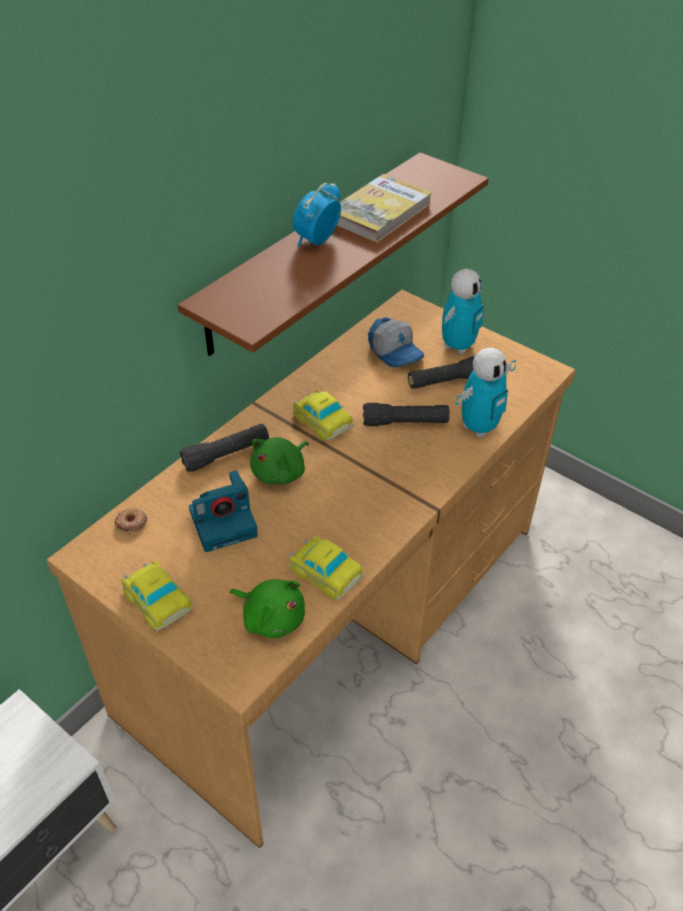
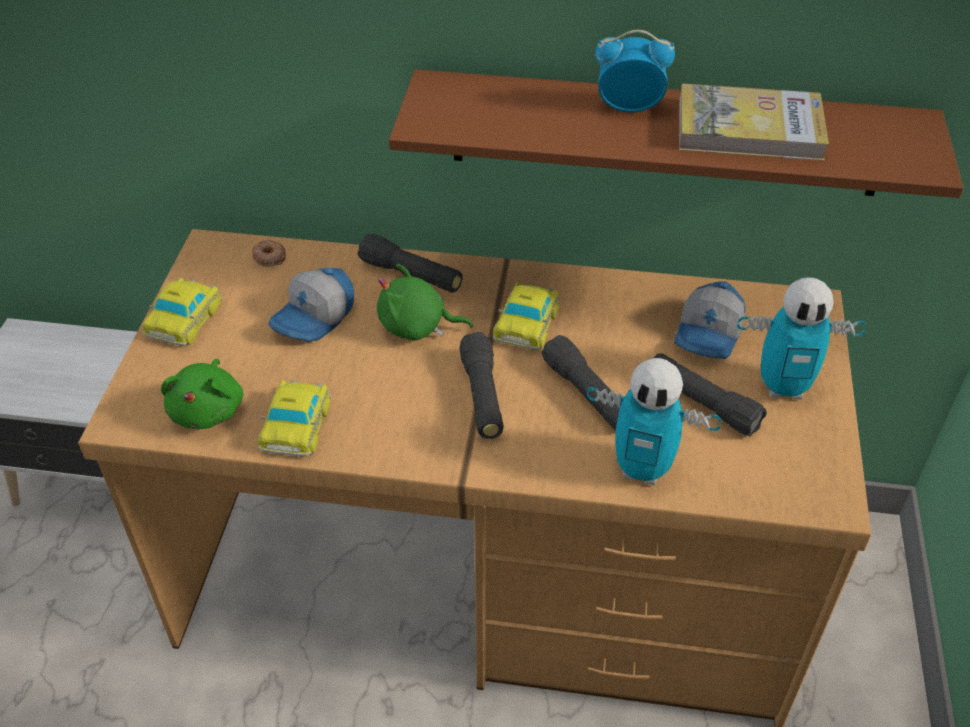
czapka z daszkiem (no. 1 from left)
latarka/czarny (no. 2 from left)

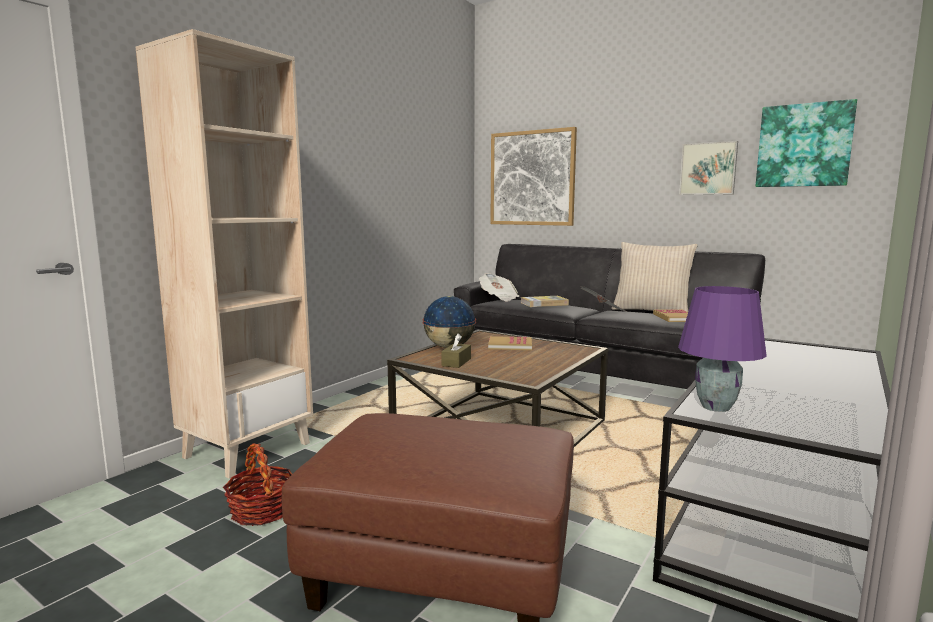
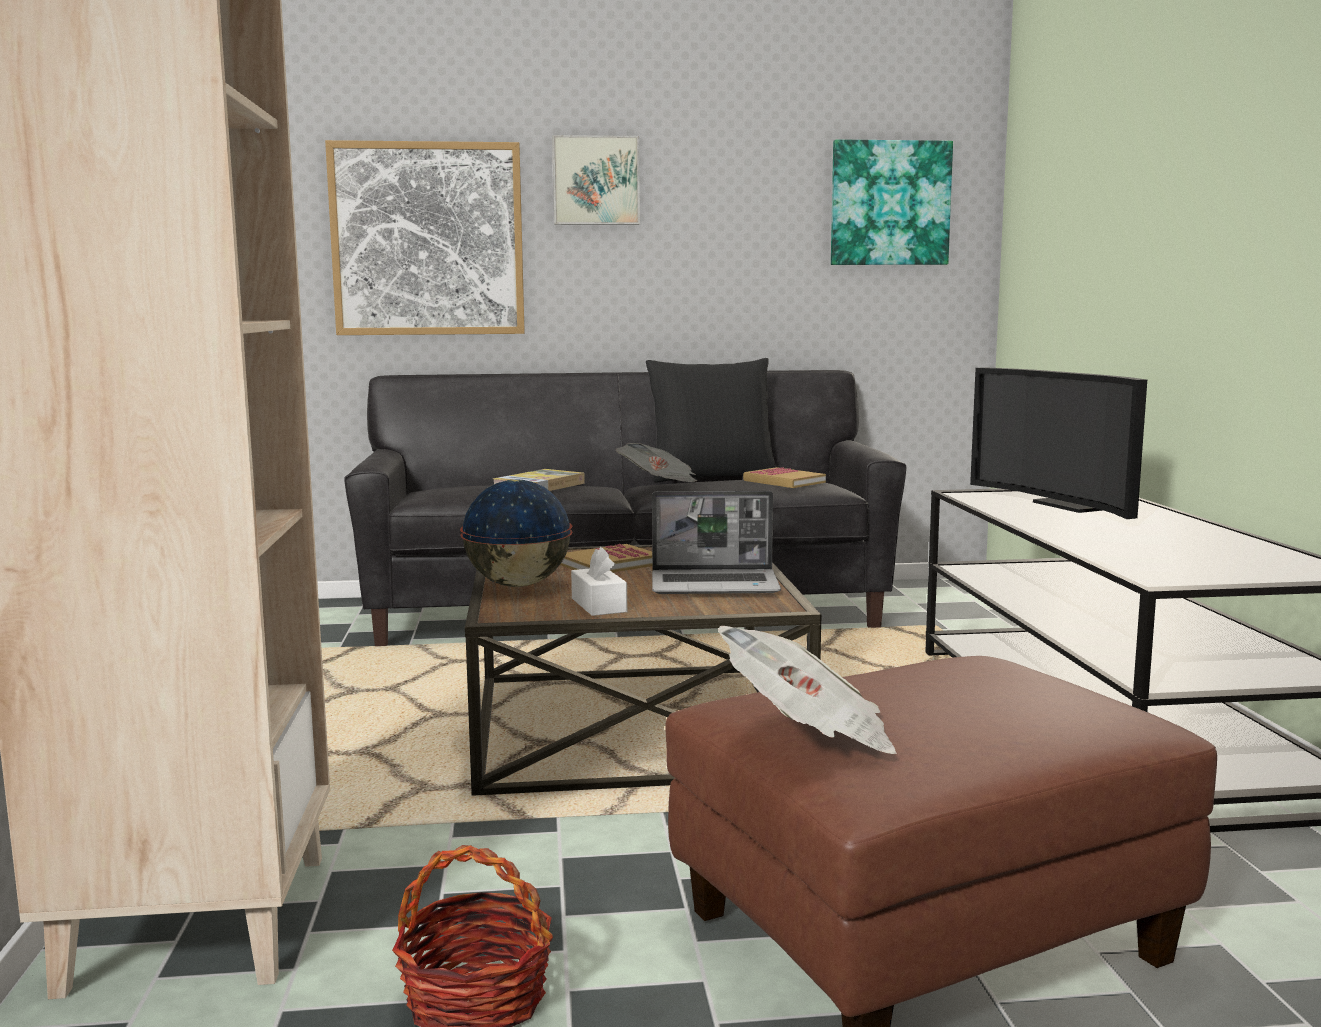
obraz (no. 2 from left)
pudełko chusteczek/biały
poduszka/czarny
laptop
gazeta (no. 2 from left)
telewizor
lampa stołowa/fioletowy

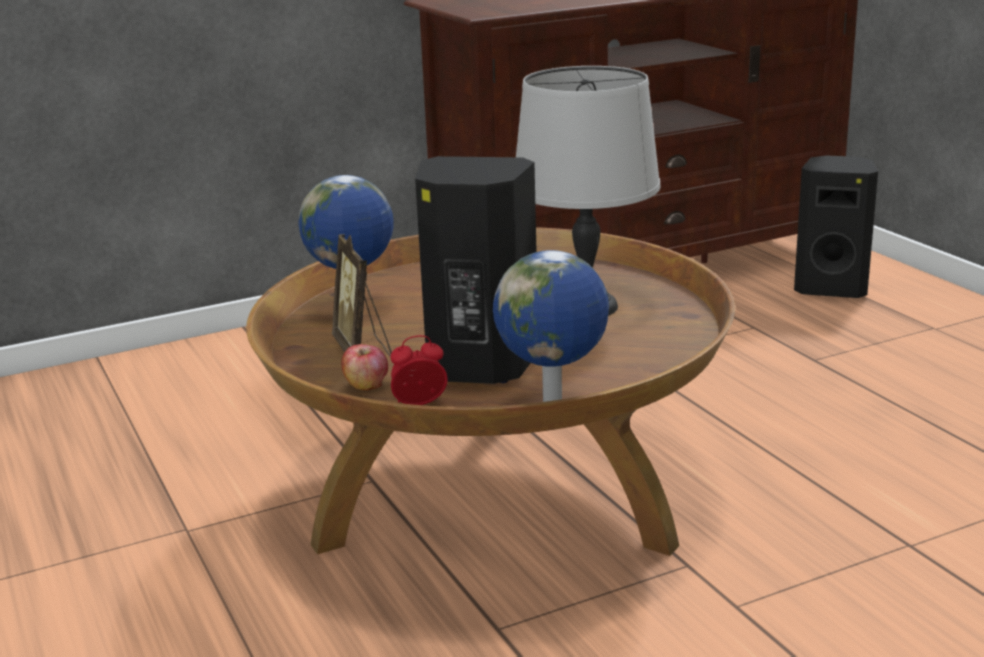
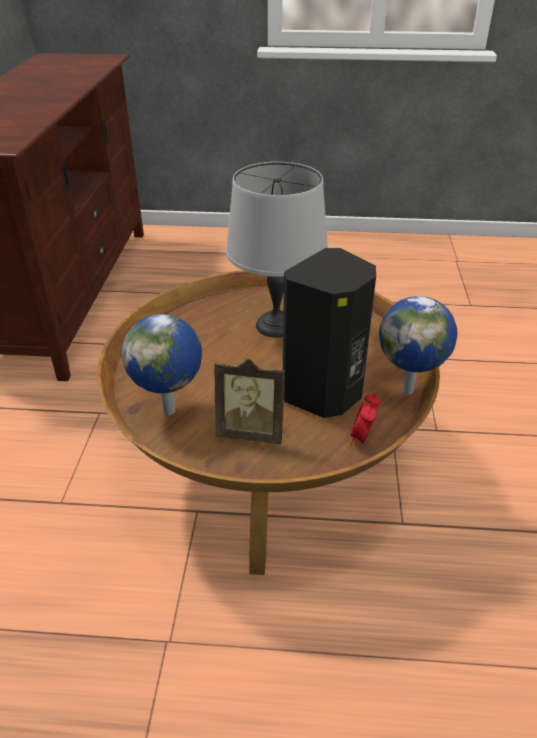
jabłko
głośnik/czarny (no. 2 from left in the first image)

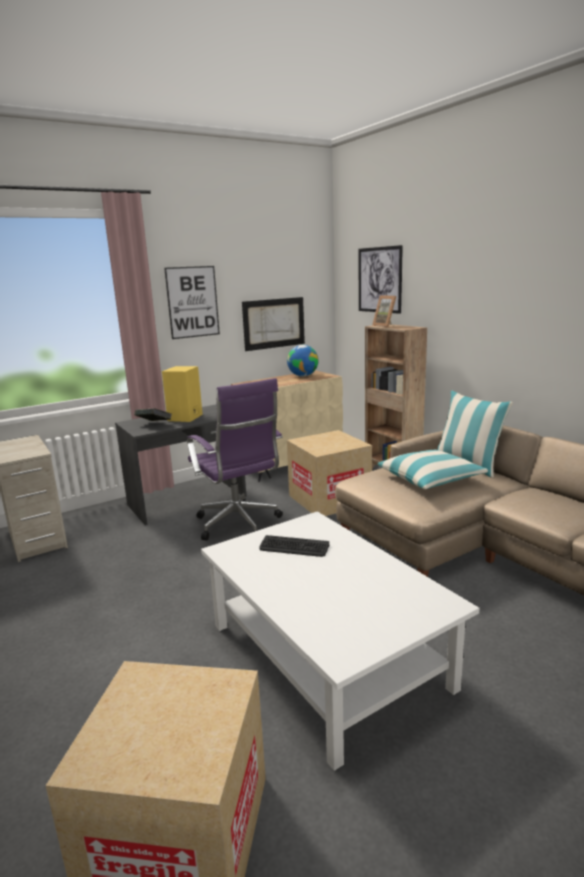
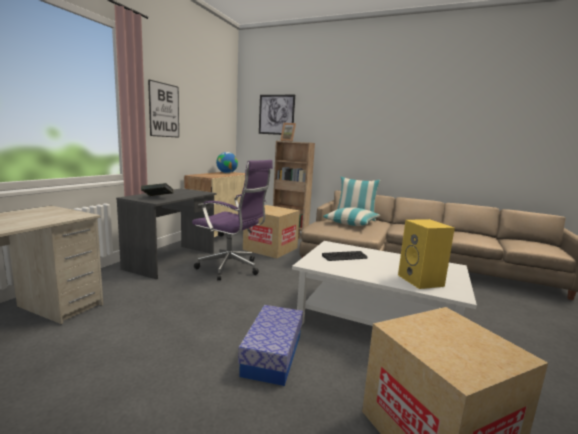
pojemnik do przechowywania
głośnik/żółty
obraz (no. 2 from left in the first image)

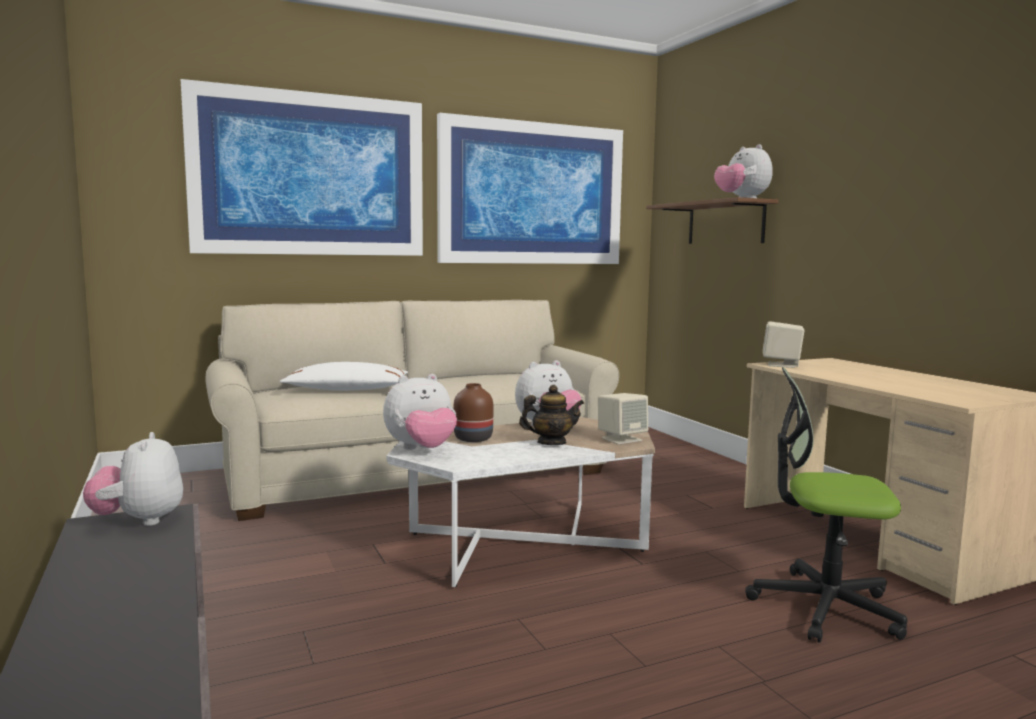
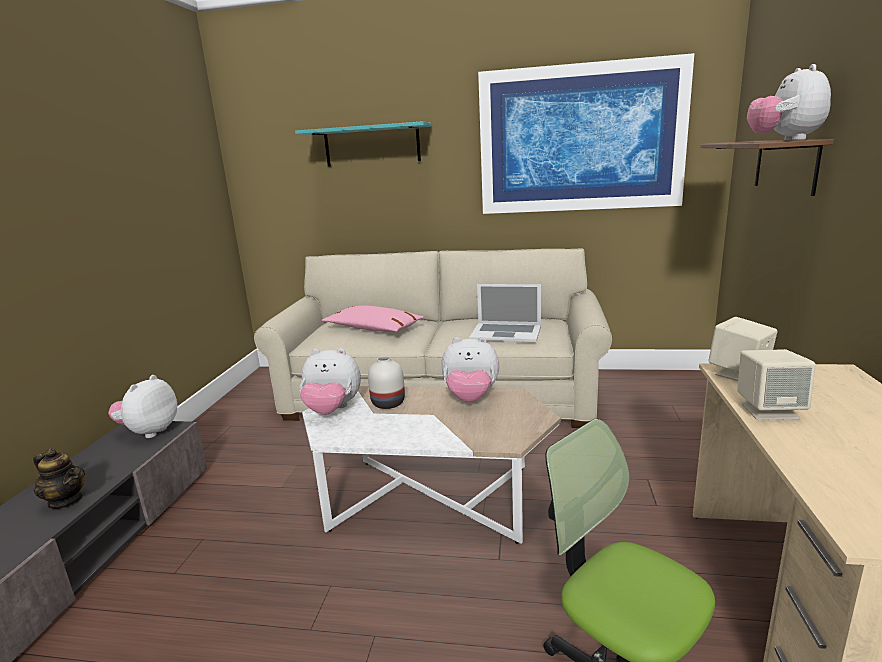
imbryk
półka/turkusowy
poduszka/różowy
wazon/biały
laptop
głośnik/beżowy (no. 2 from left)

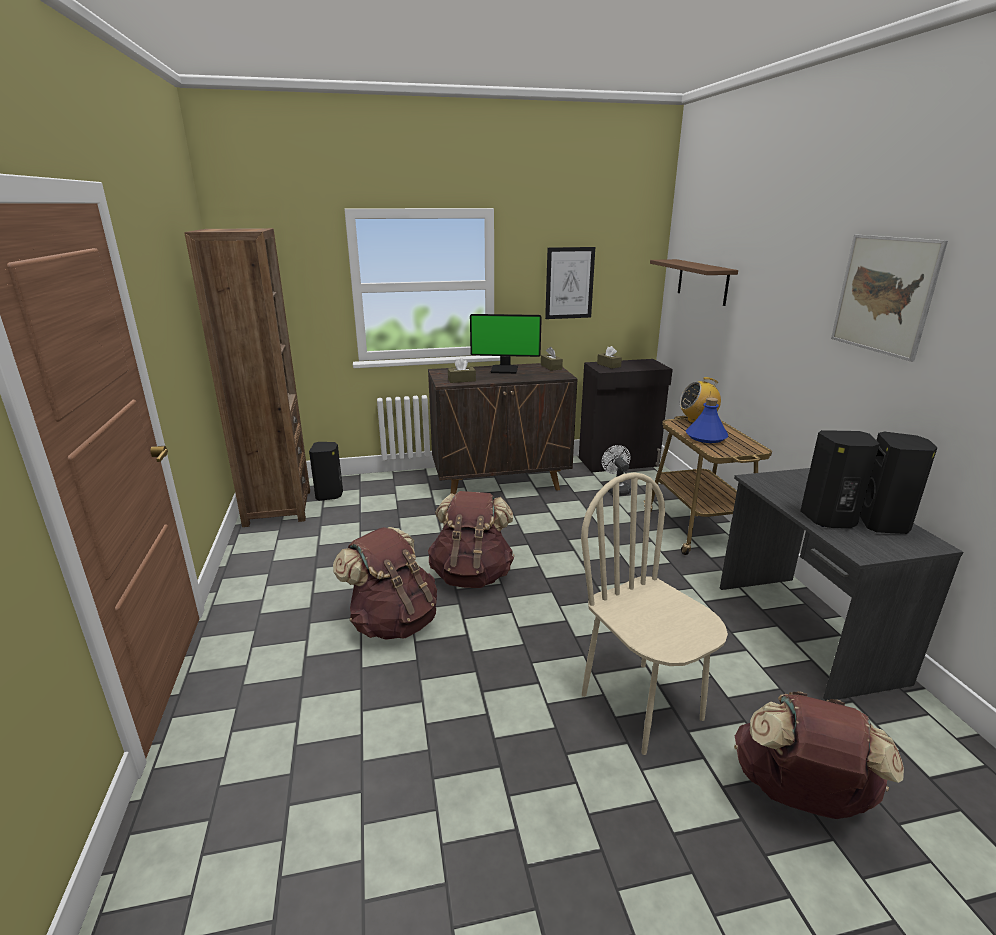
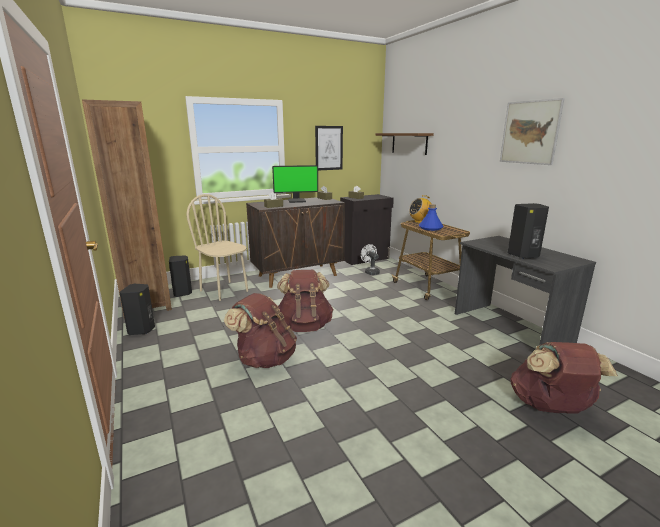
głośnik/czarny (no. 1 from left)
krzesło/beżowy

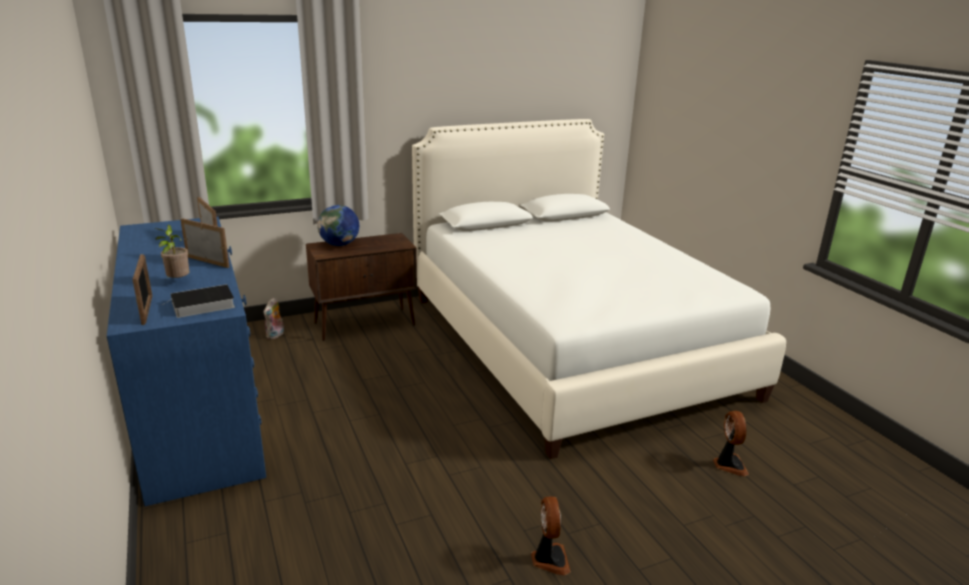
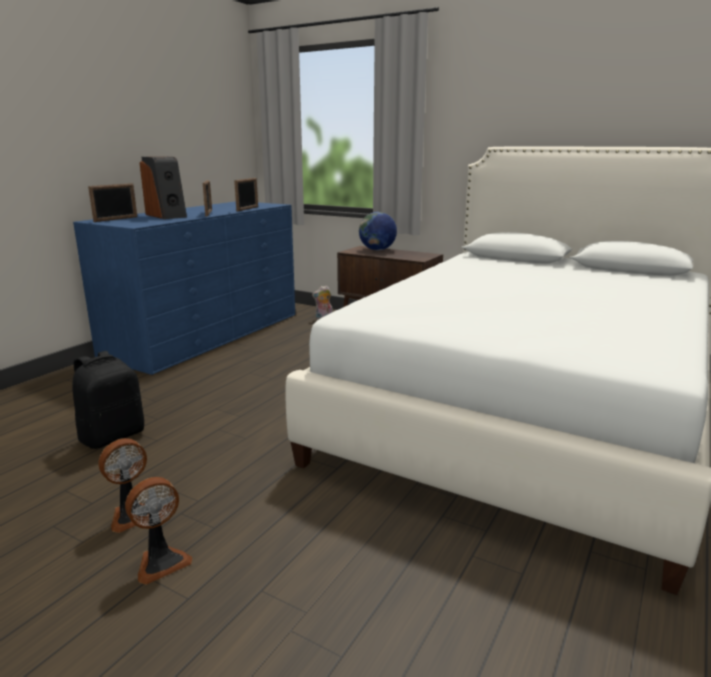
plecak/czarny
wentylator (no. 2 from left)
głośnik
książka

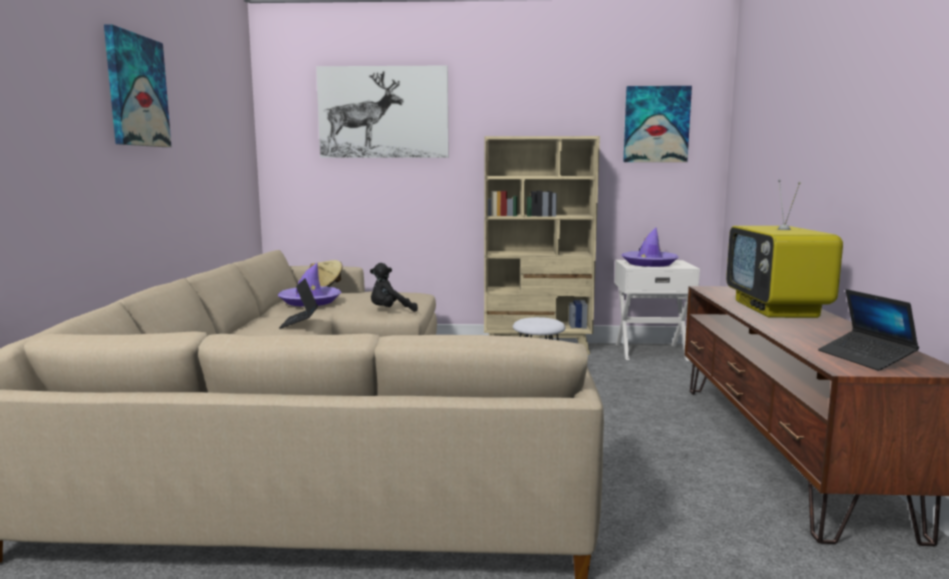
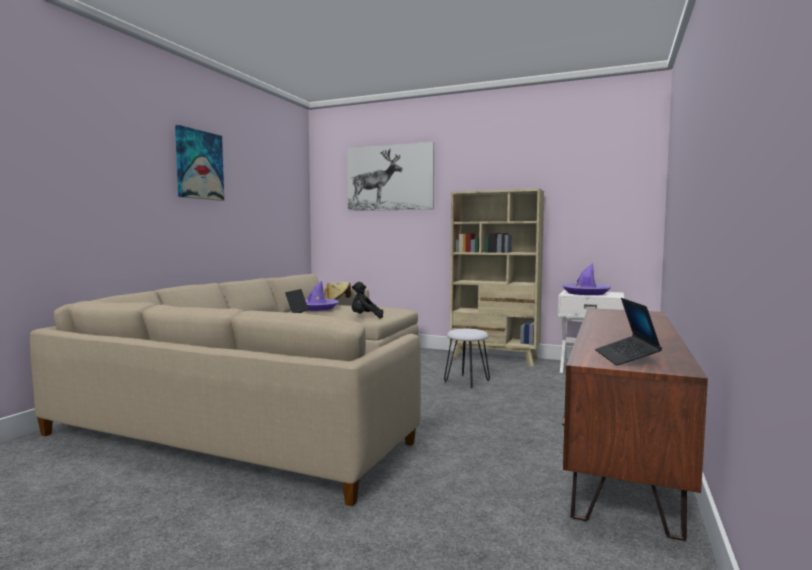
obraz (no. 3 from left in the first image)
telewizor

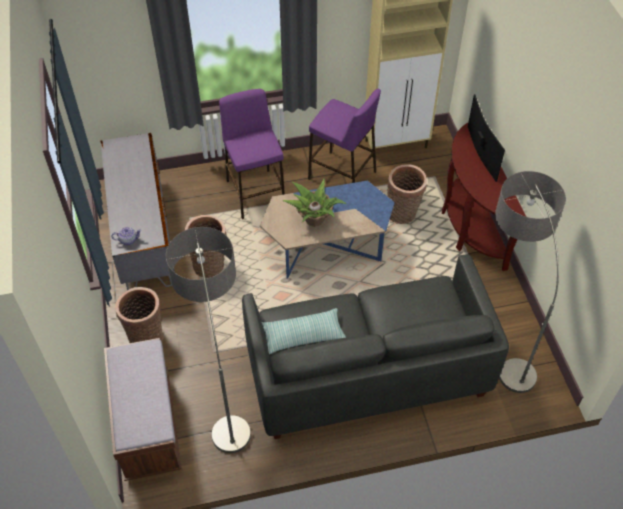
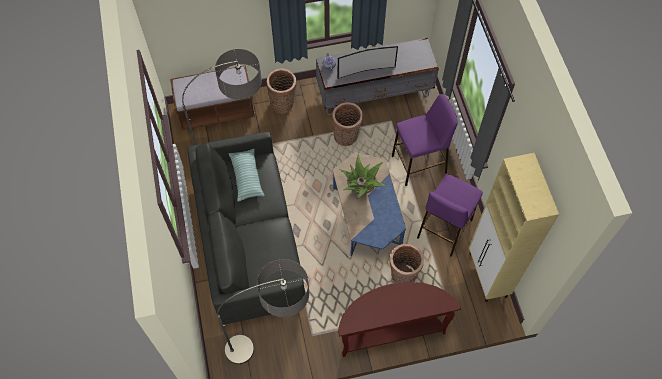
telewizor

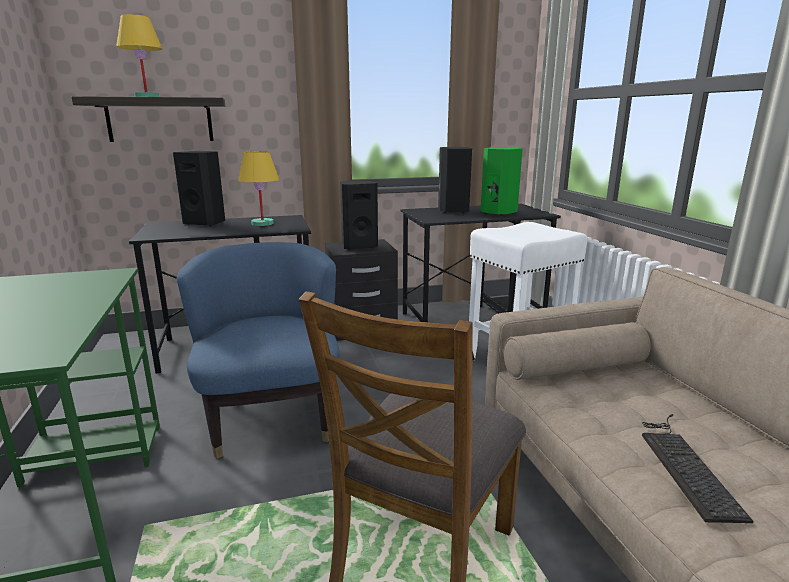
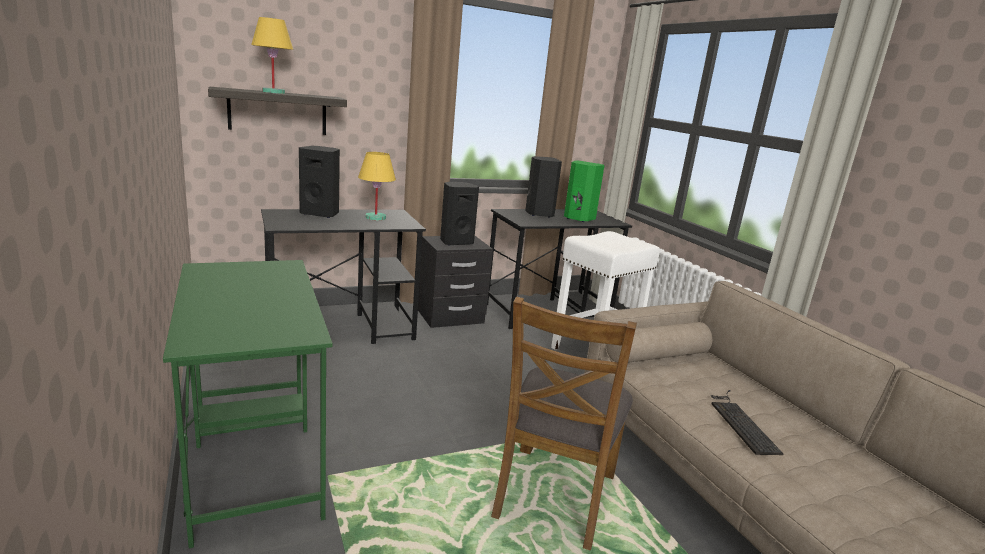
fotel/niebieski

